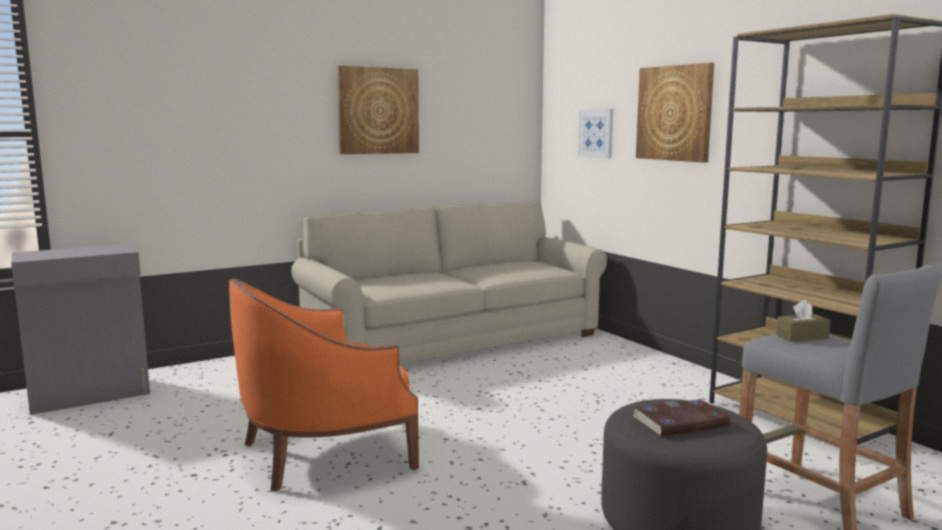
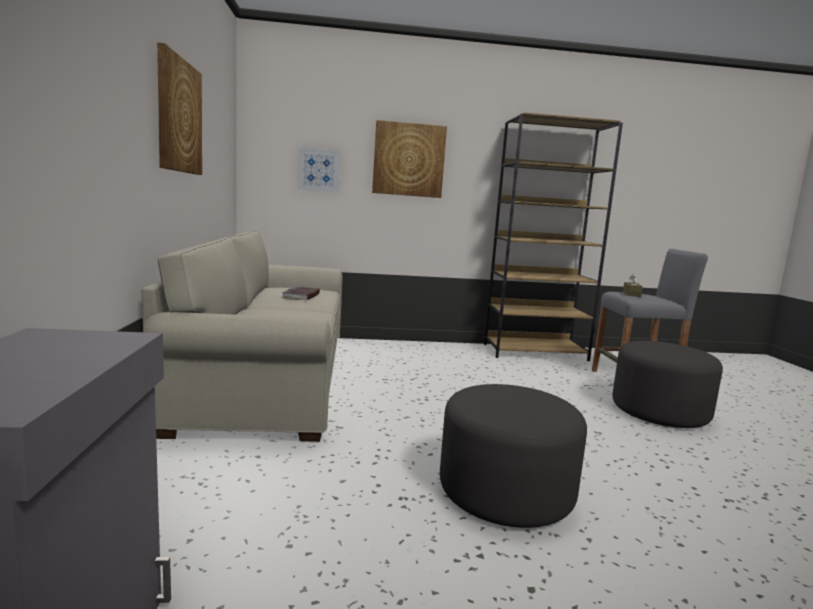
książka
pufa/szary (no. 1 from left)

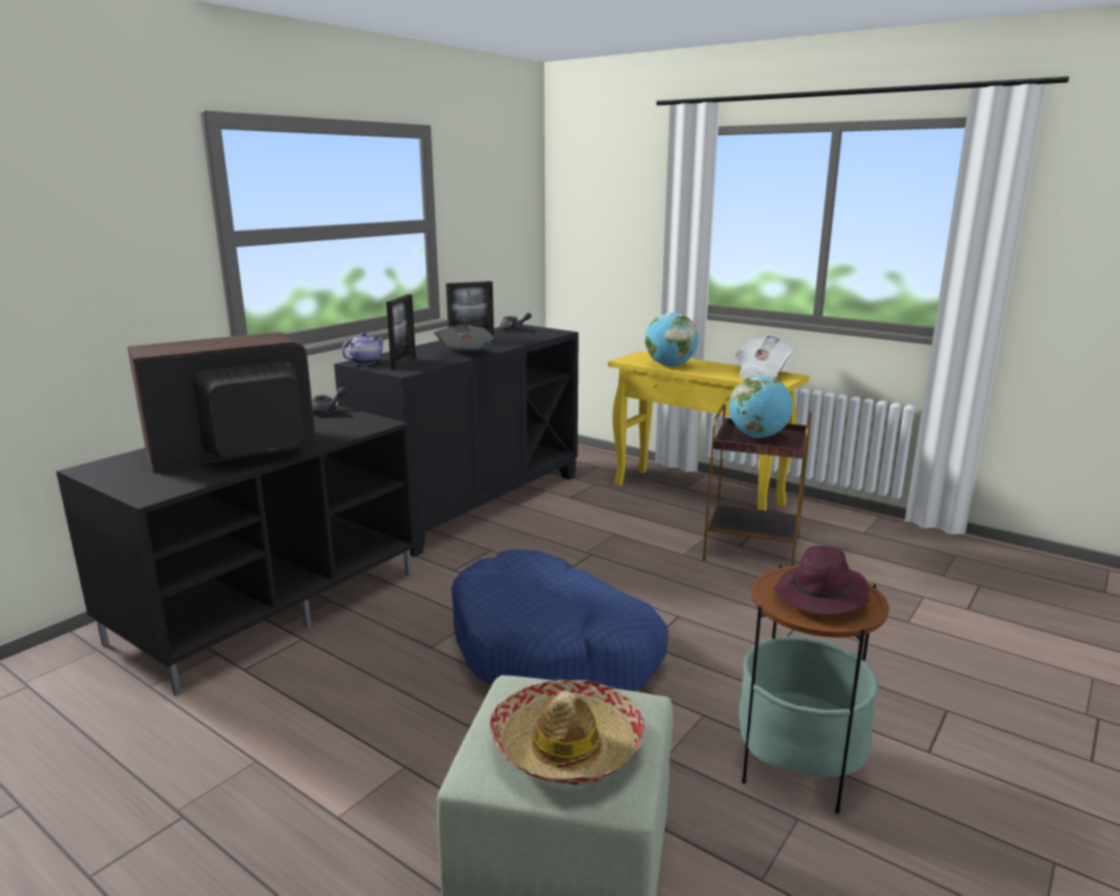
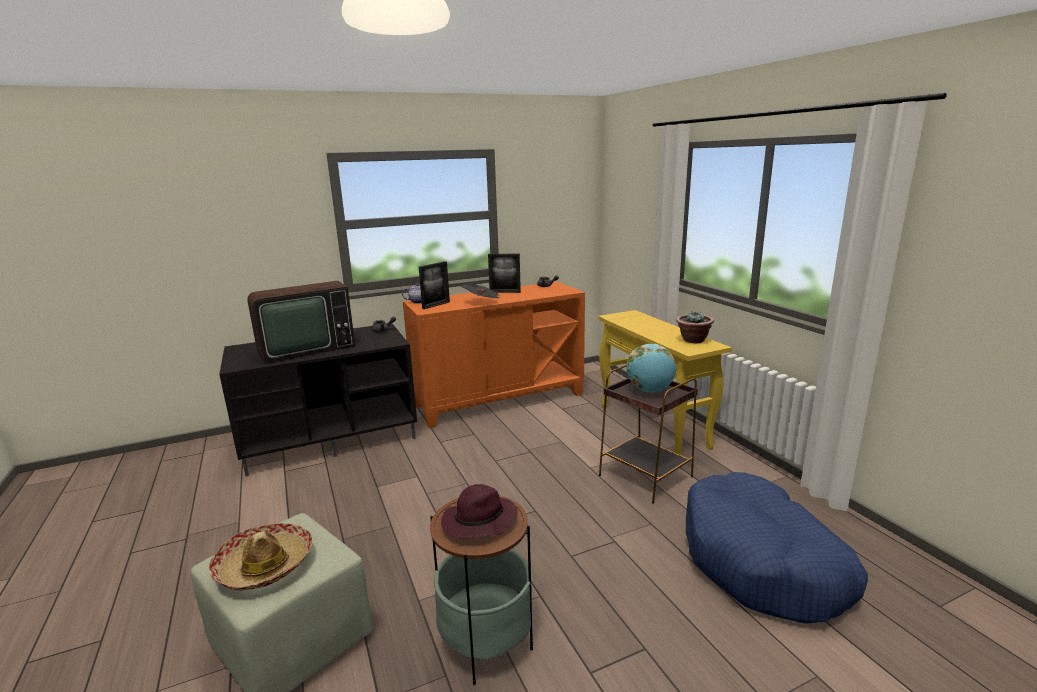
telewizor
szafka/pomarańczowy
roślina doniczkowa
legowisko/niebieski
globus (no. 1 from left in the first image)

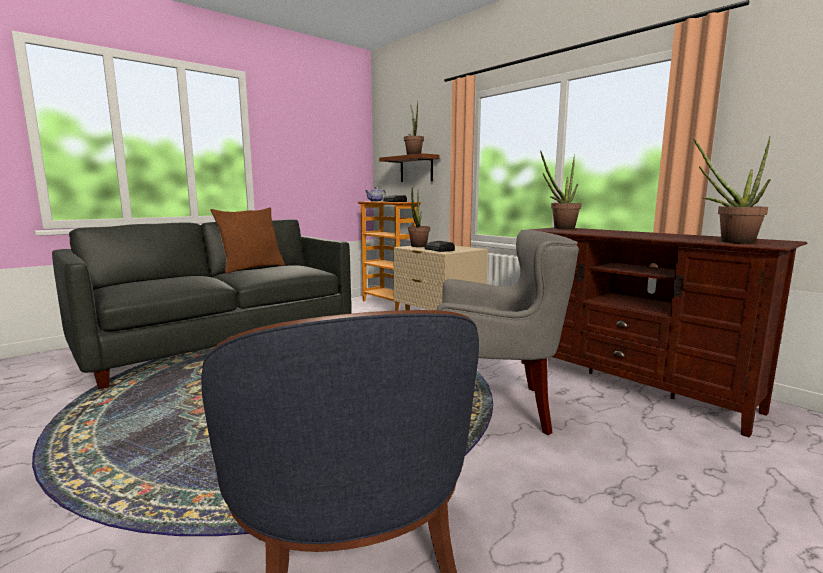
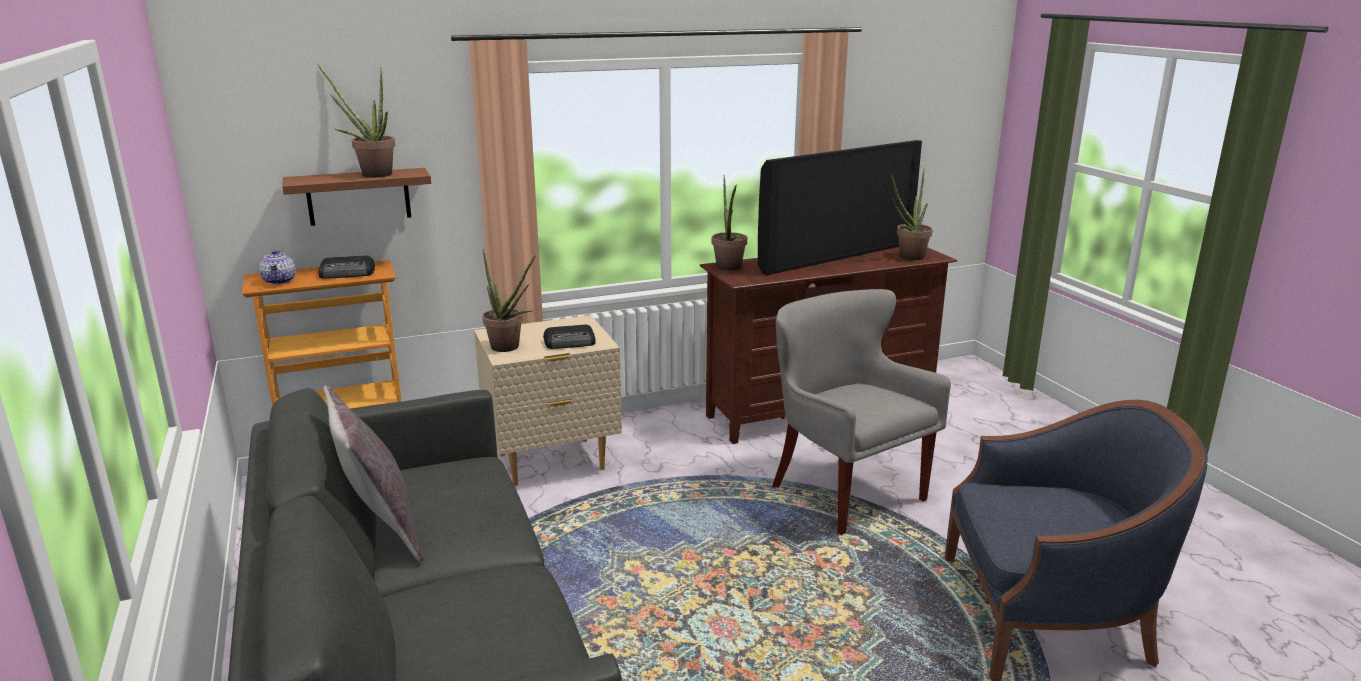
poduszka/szary
telewizor
fotel/szary

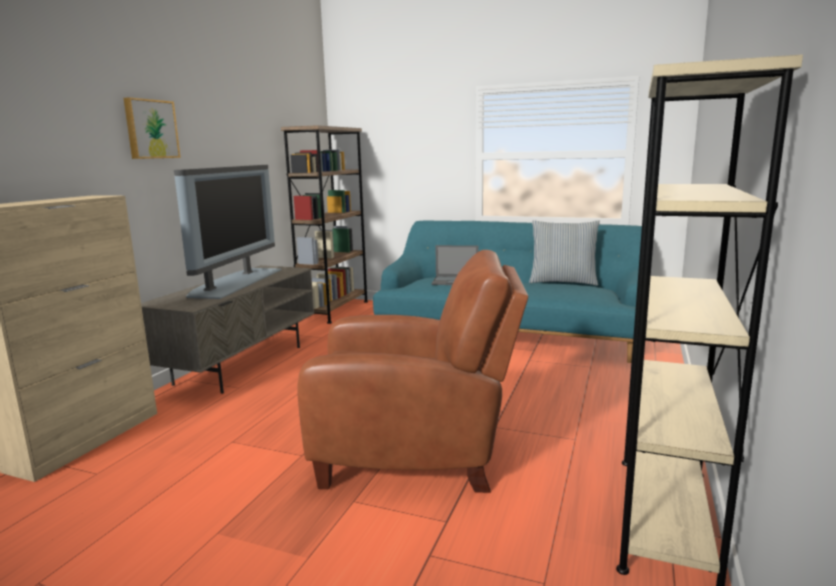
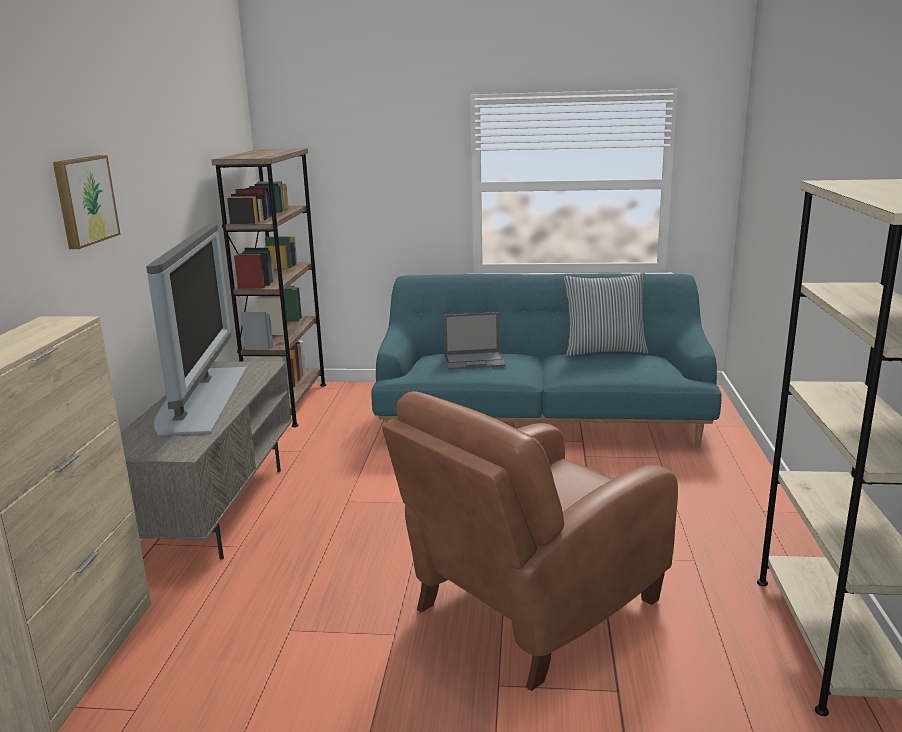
fotel/brązowy

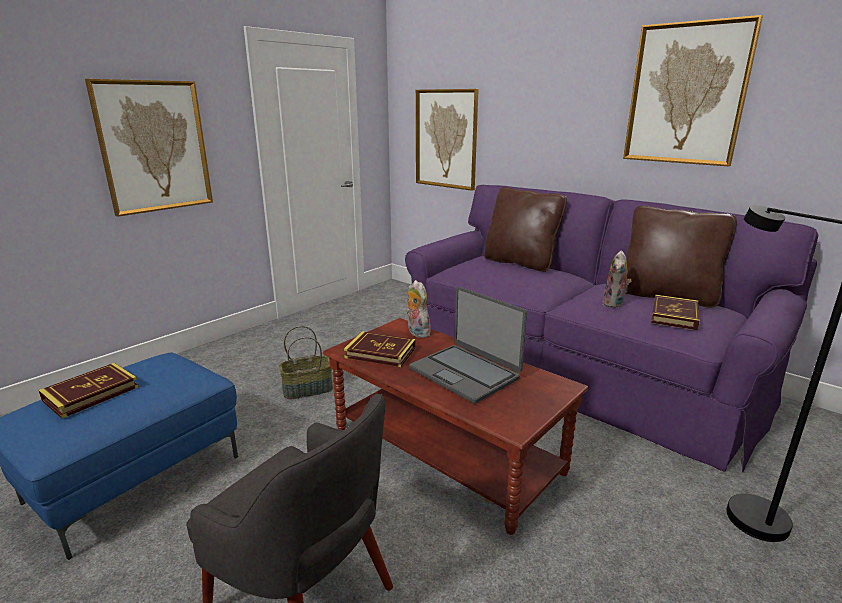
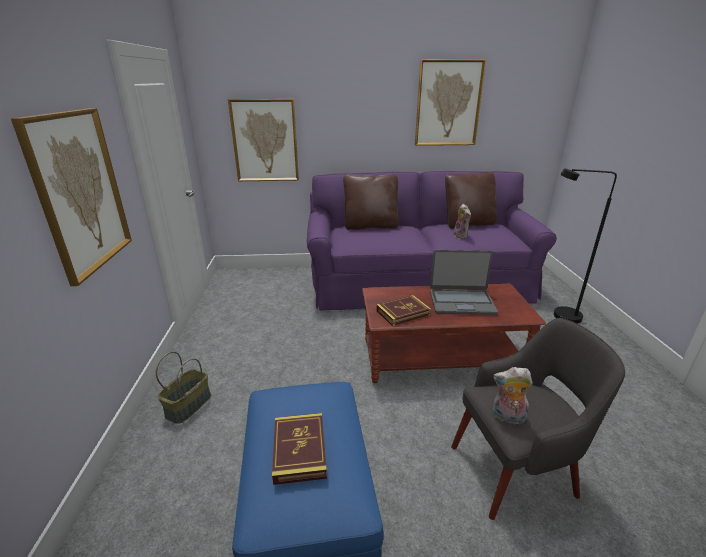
koszyk
pluszak (no. 2 from left)
książka (no. 3 from left in the first image)

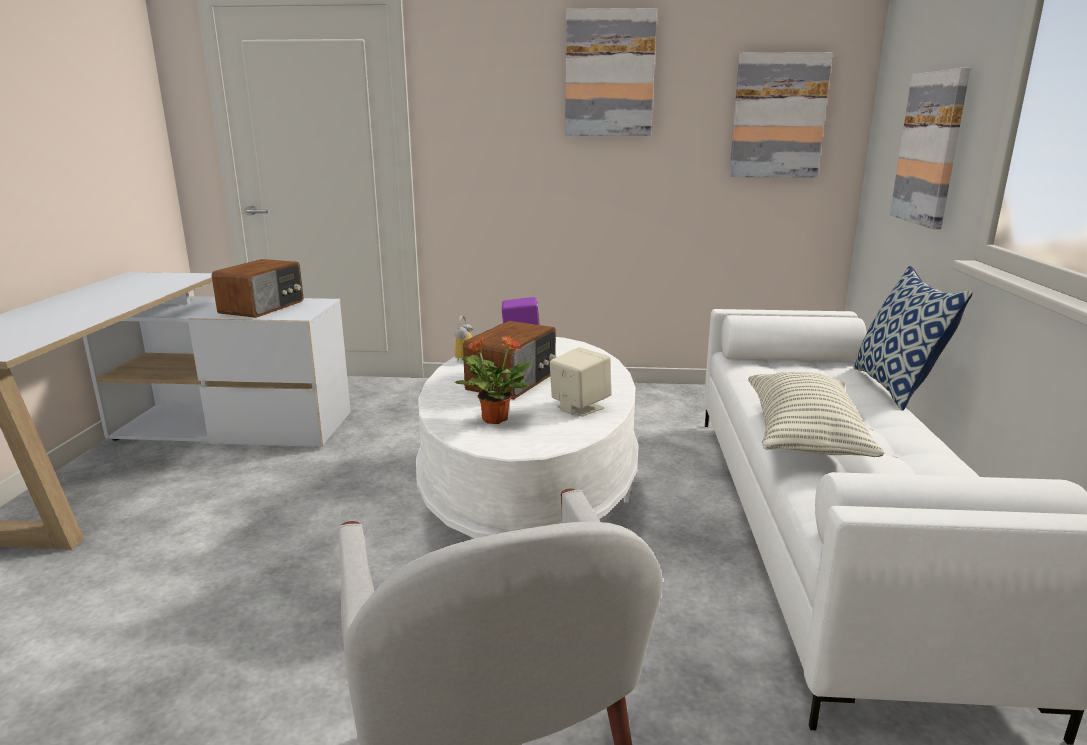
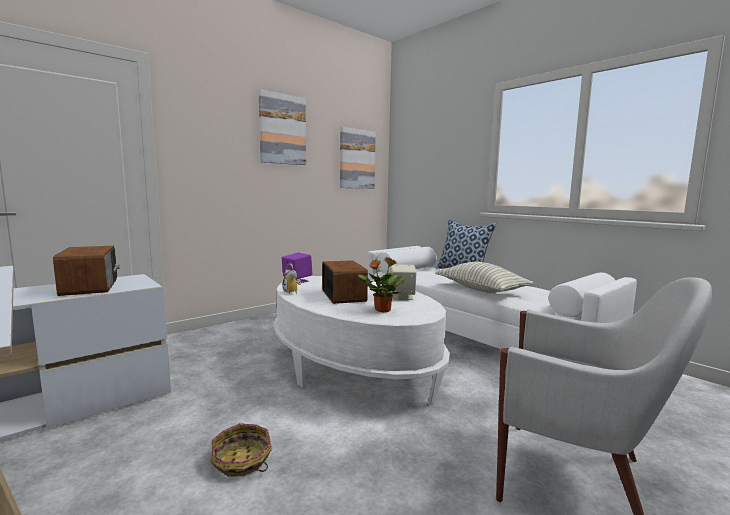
koszyk
obraz (no. 3 from left in the first image)

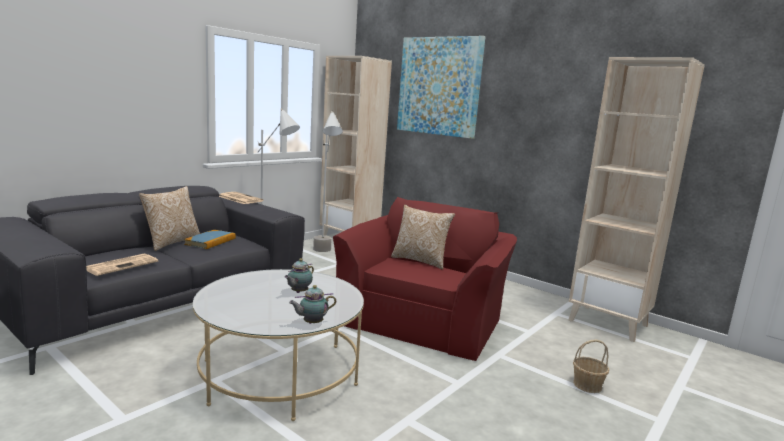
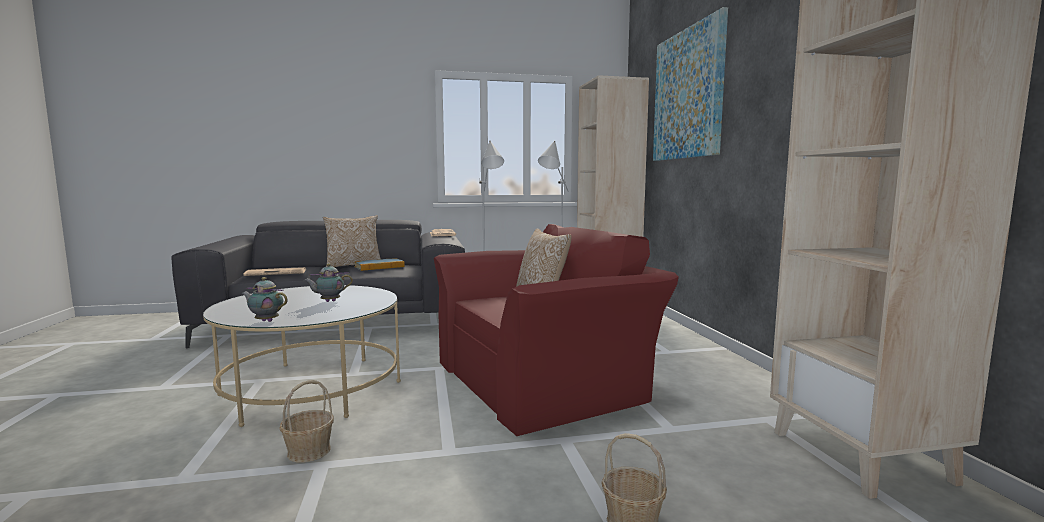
koszyk (no. 1 from left)

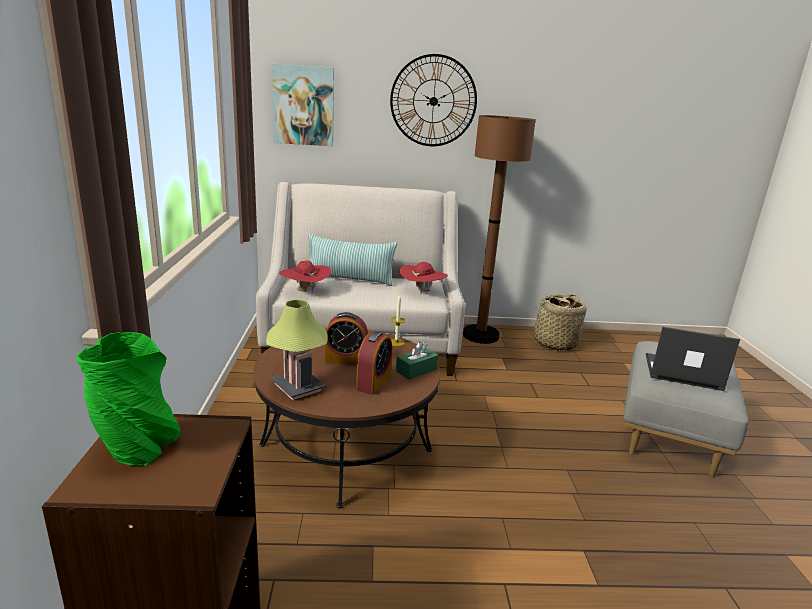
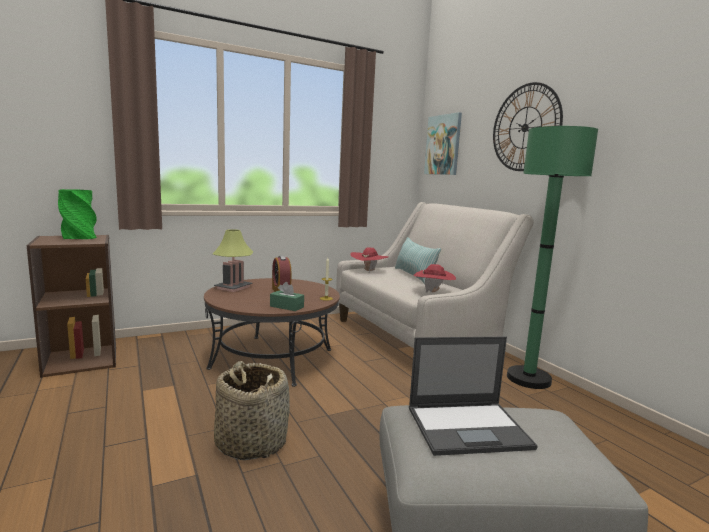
koszyk
laptop
lampa stojąca/zielony
budzik (no. 2 from left in the first image)

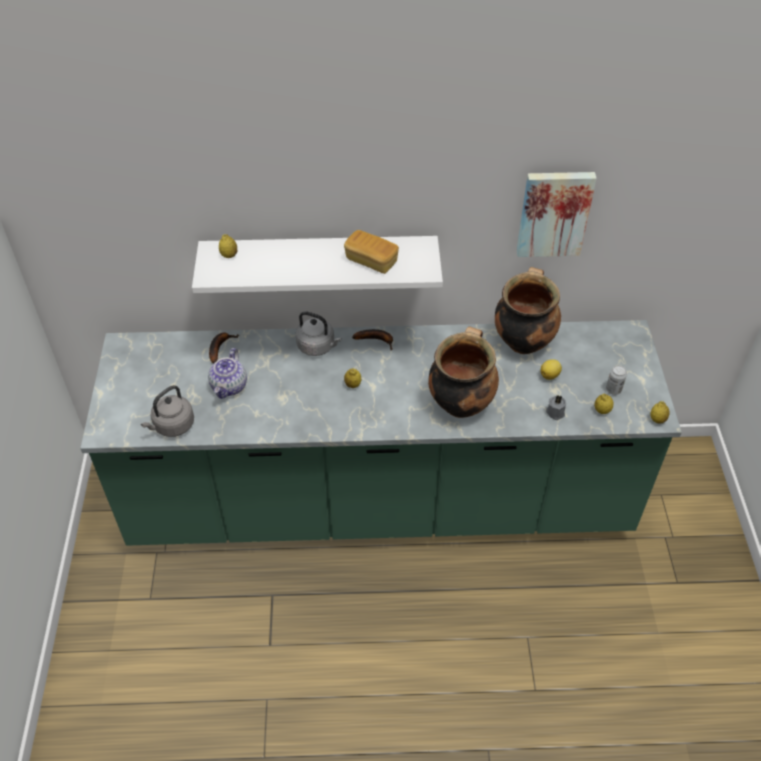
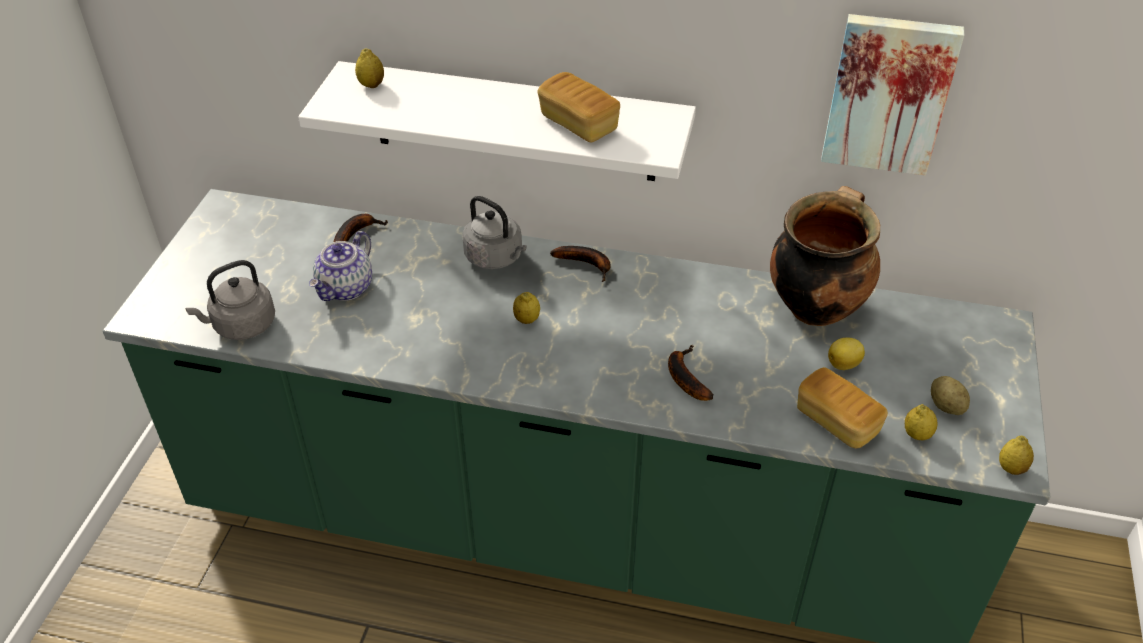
banan (no. 3 from left)
chleb (no. 2 from left)
ziemniak

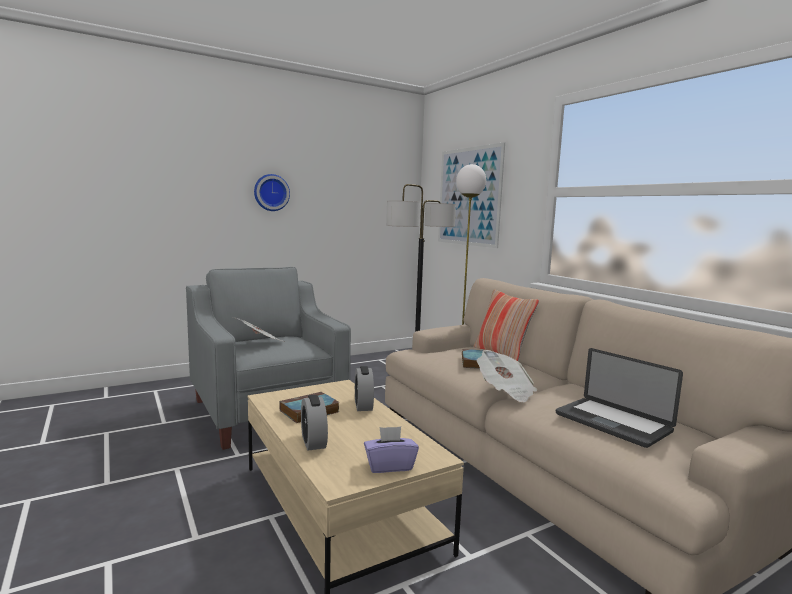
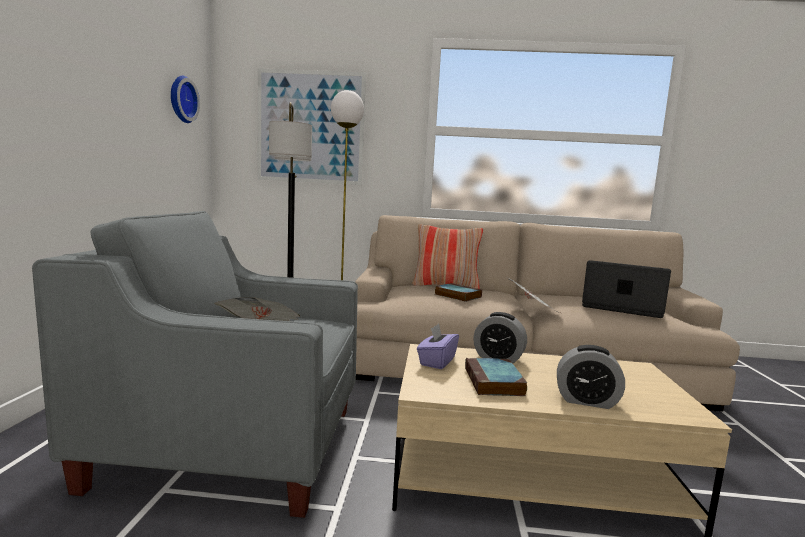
zegar ścienny
pudełko chusteczek/fioletowy
laptop

